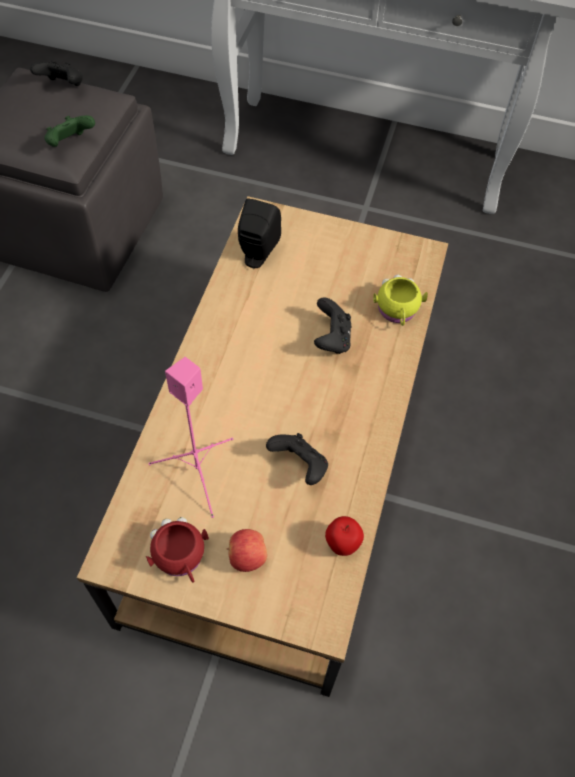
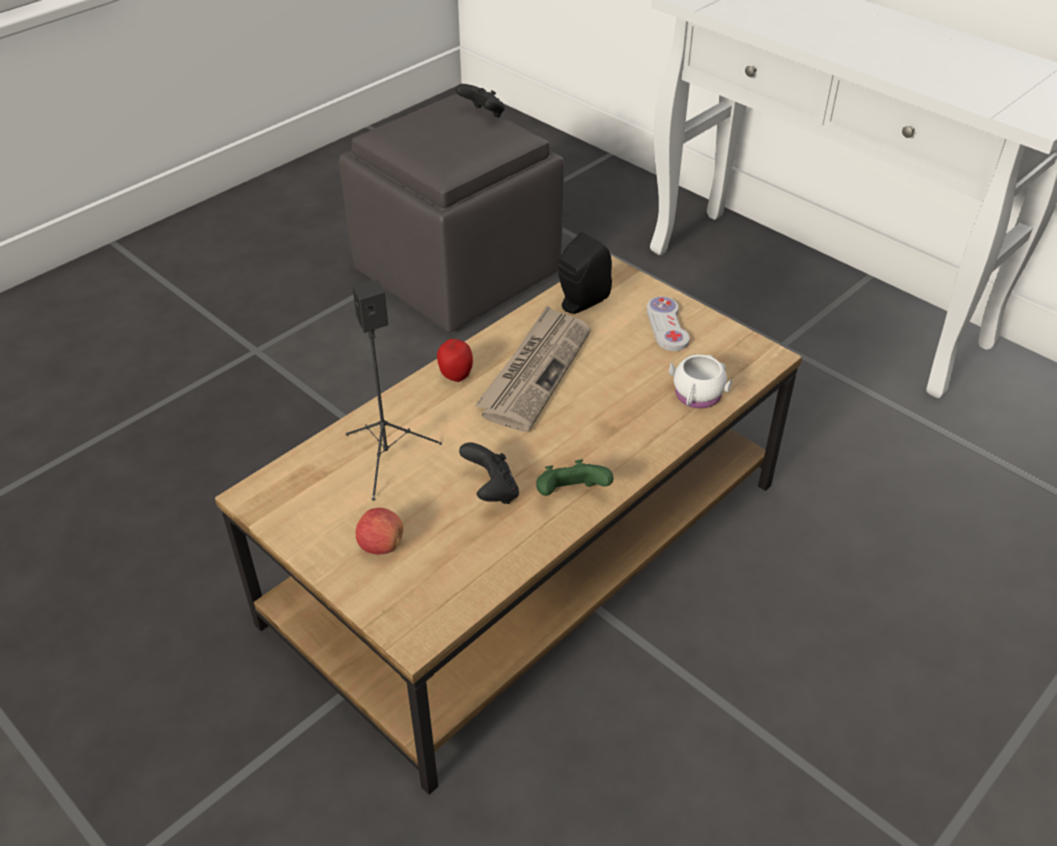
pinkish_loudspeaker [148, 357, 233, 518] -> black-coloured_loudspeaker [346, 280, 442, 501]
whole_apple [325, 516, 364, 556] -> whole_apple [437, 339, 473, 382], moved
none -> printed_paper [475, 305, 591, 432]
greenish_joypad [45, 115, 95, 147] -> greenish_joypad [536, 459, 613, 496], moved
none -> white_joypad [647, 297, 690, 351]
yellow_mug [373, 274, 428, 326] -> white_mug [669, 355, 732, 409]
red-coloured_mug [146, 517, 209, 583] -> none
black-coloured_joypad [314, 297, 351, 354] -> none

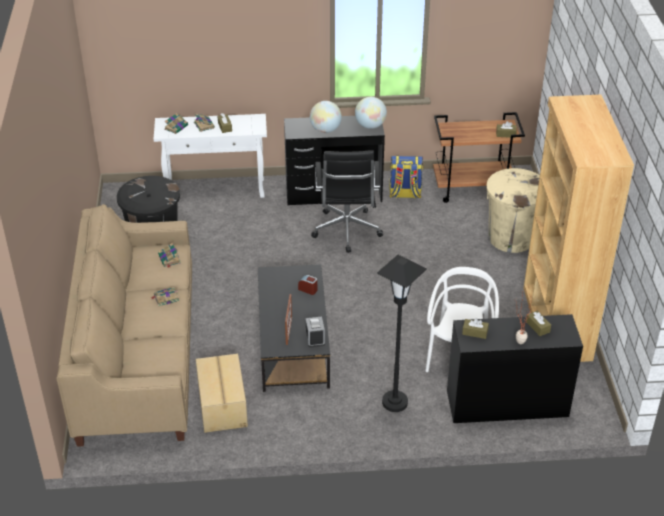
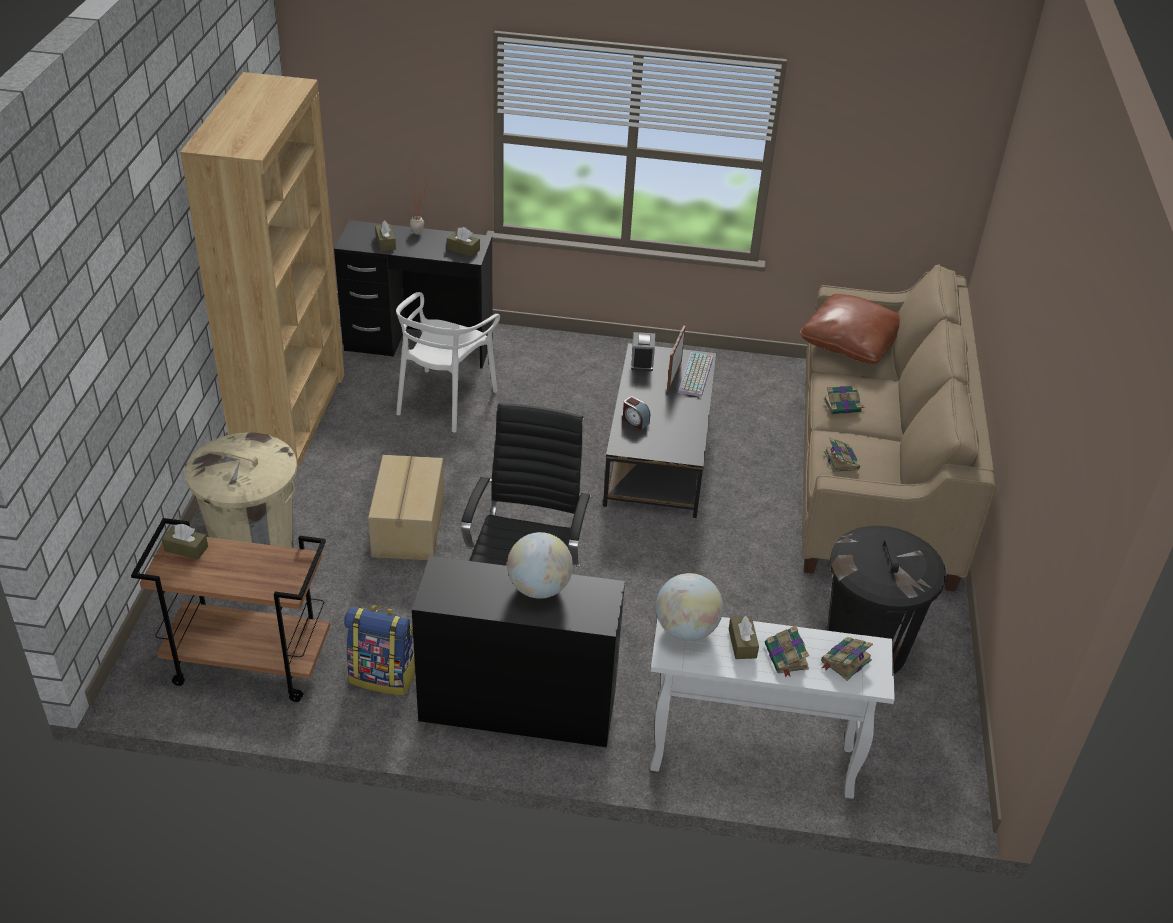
cardboard_box [196, 354, 248, 433] -> cardboard_box [368, 455, 444, 560], moved
globe [355, 97, 387, 129] -> globe [656, 573, 723, 641], moved
none -> computer_keyboard [678, 352, 713, 397]
none -> brown_pillow [800, 294, 900, 364]
black-coloured_standard_lamp [377, 255, 427, 412] -> none

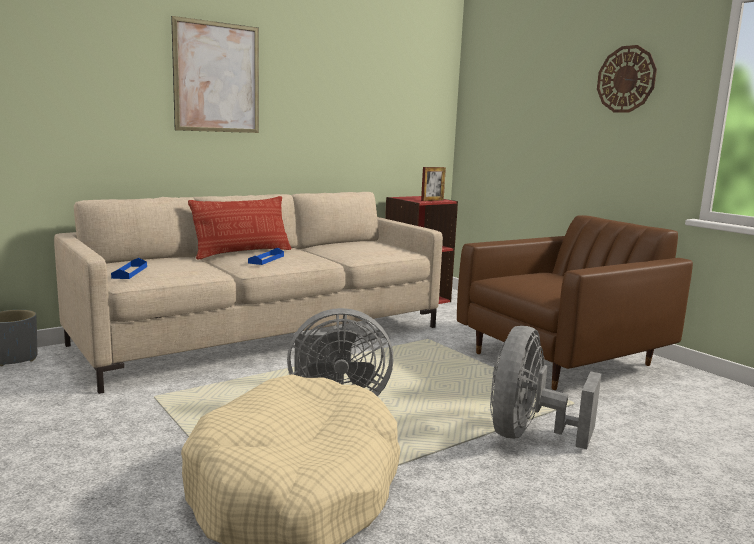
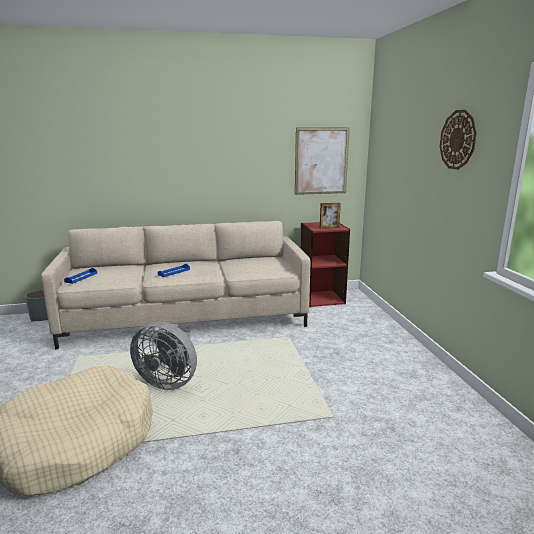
picture [171, 16, 259, 133] -> picture [295, 128, 350, 195], moved
pillow [188, 196, 291, 260] -> none
brown_easy_chair [457, 215, 693, 390] -> none
grey_cooling_fan [490, 326, 601, 449] -> none

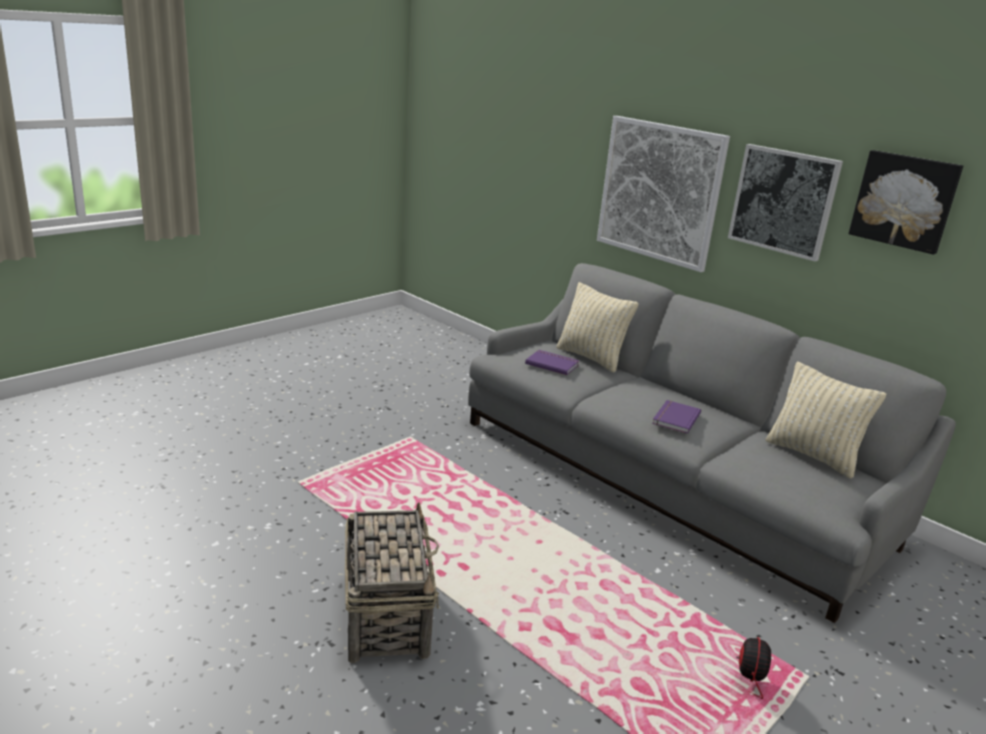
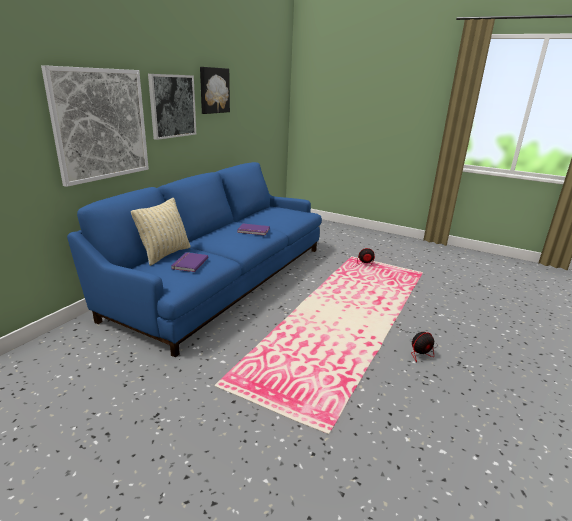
grey_sofa [468, 263, 956, 623] -> bluish_sofa [67, 162, 322, 358]
basket [345, 502, 439, 663] -> cooling_fan [399, 328, 438, 362]
sand-coloured_pillow [765, 362, 886, 479] -> none

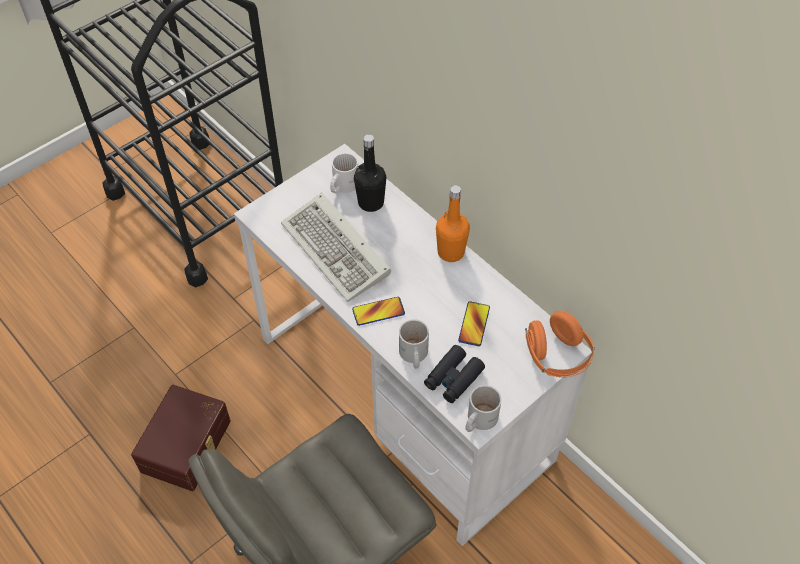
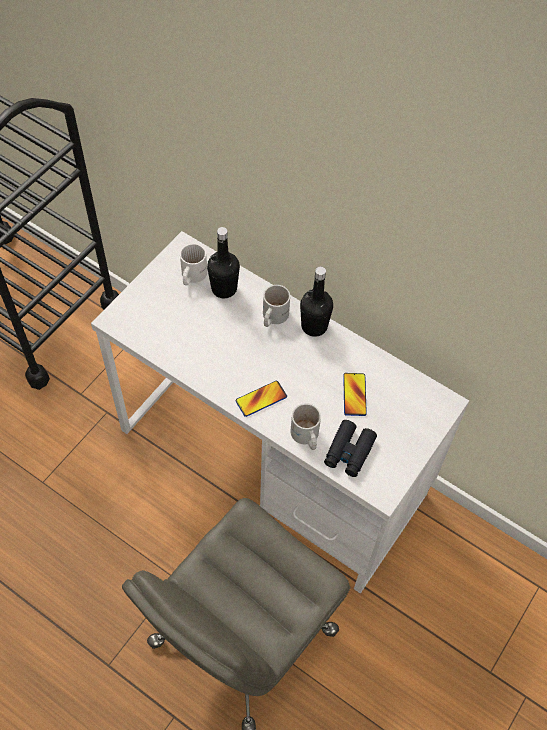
white_mug [466, 385, 502, 432] -> white_mug [263, 285, 290, 327], moved
orange-coloured_bottle [436, 185, 470, 262] -> black-coloured_bottle [300, 266, 333, 337]
brown_storage_container [131, 385, 231, 491] -> none
computer_keyboard [281, 193, 391, 302] -> none
orange-coloured_headphones [525, 311, 595, 378] -> none

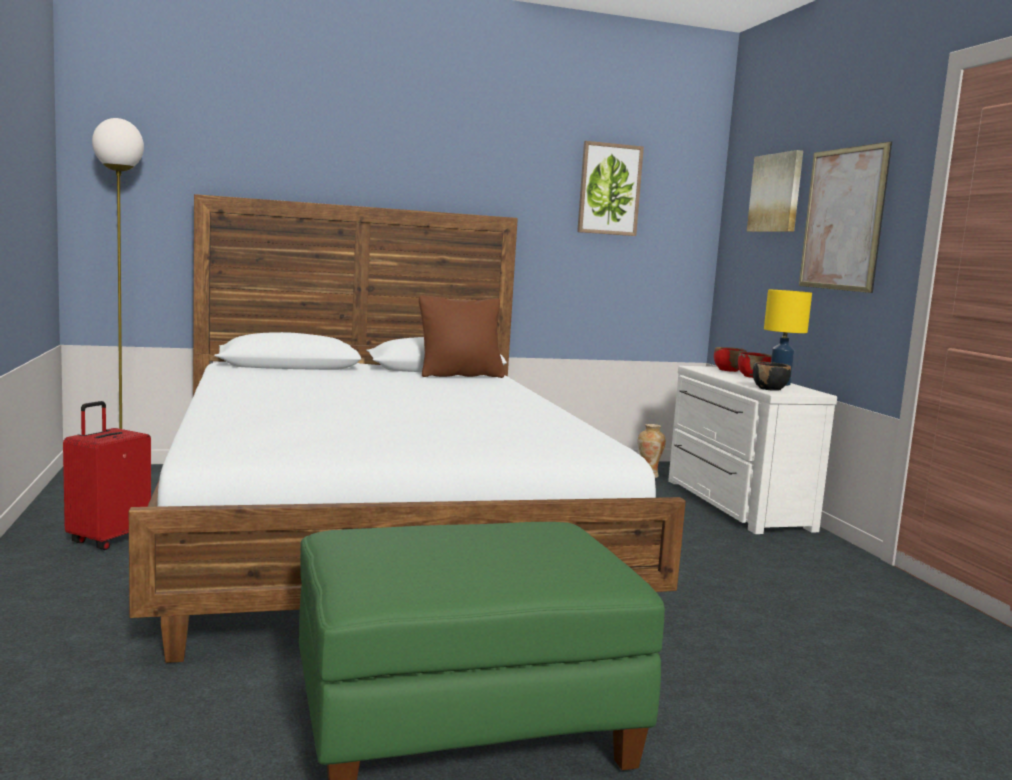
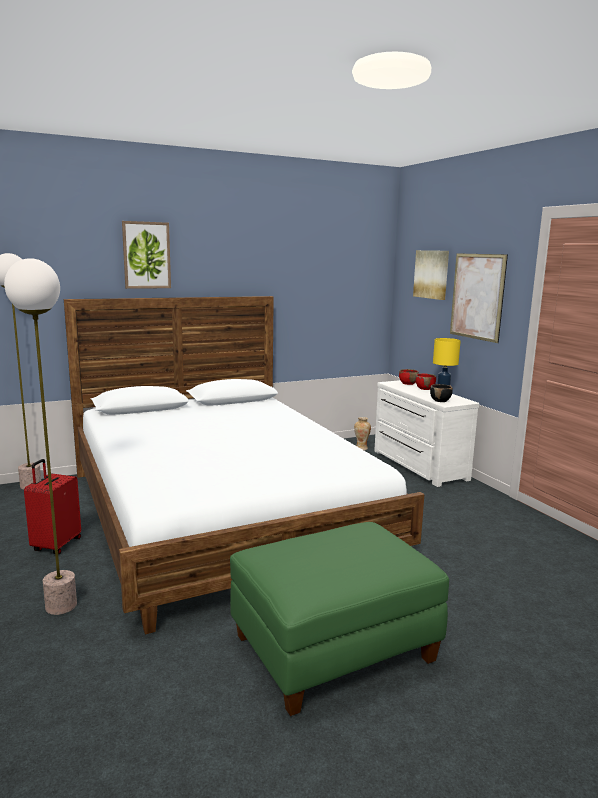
none -> standard_lamp [4, 258, 77, 615]
picture [577, 141, 644, 236] -> picture [122, 221, 171, 289], moved
brown_pillow [419, 295, 505, 378] -> none

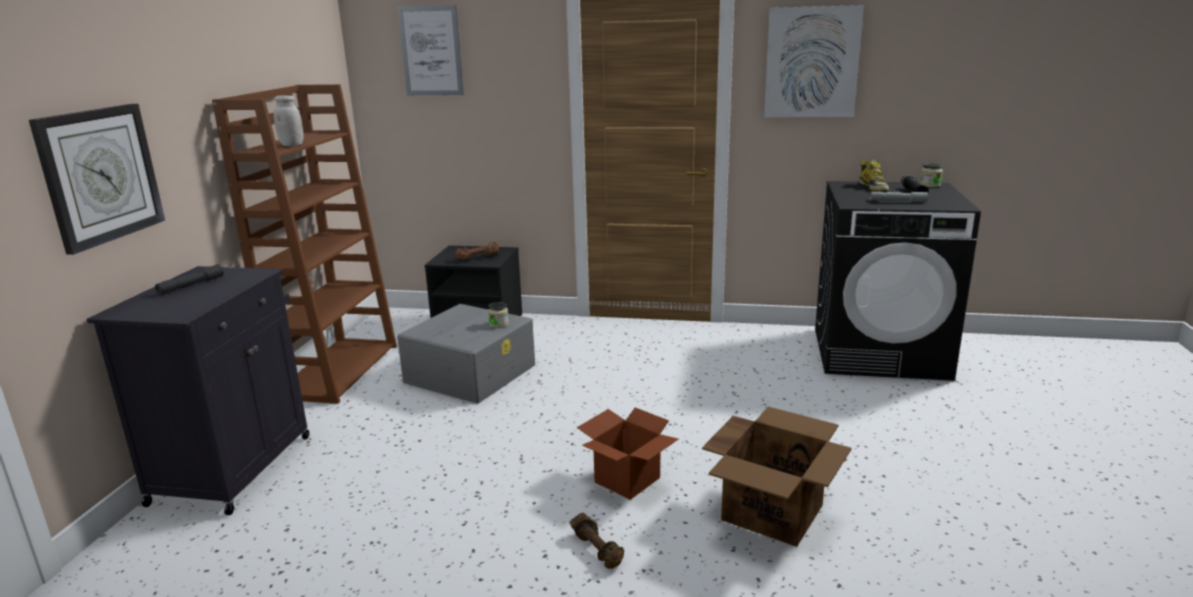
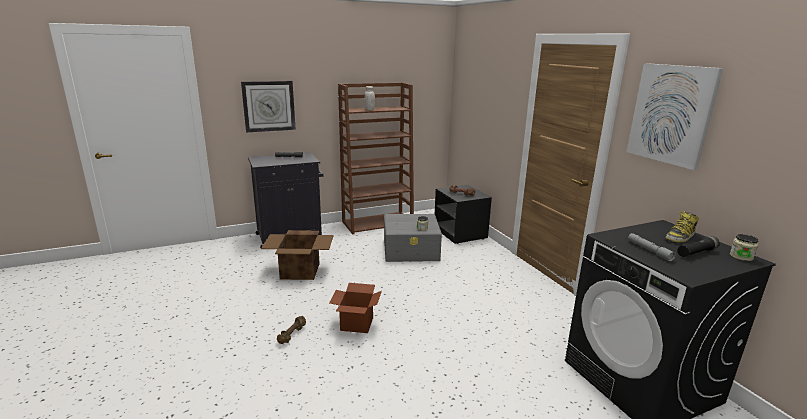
cardboard_box [702, 407, 852, 547] -> cardboard_box [261, 230, 334, 280], moved
picture [397, 5, 464, 95] -> none

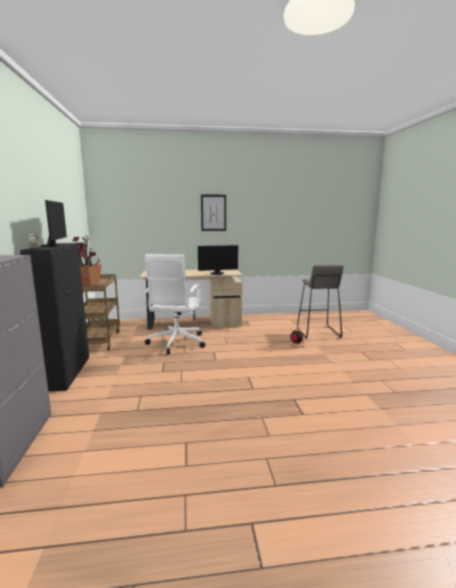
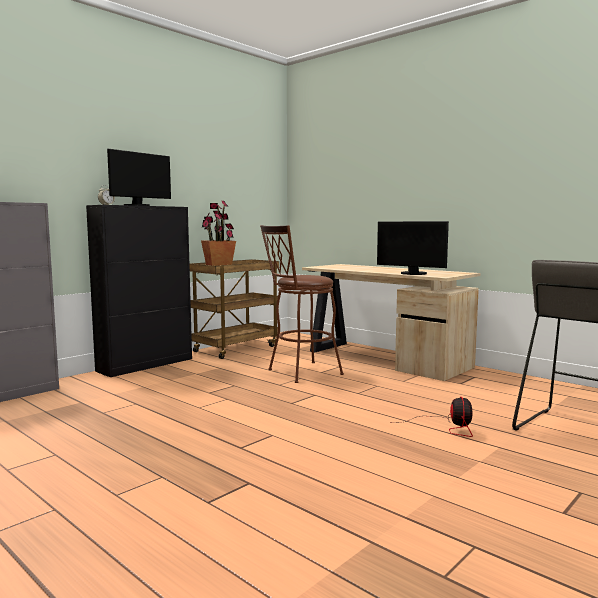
white_desk_chair [145, 254, 205, 354] -> brown_sitting_stool [260, 225, 344, 383]
picture [201, 194, 226, 231] -> none

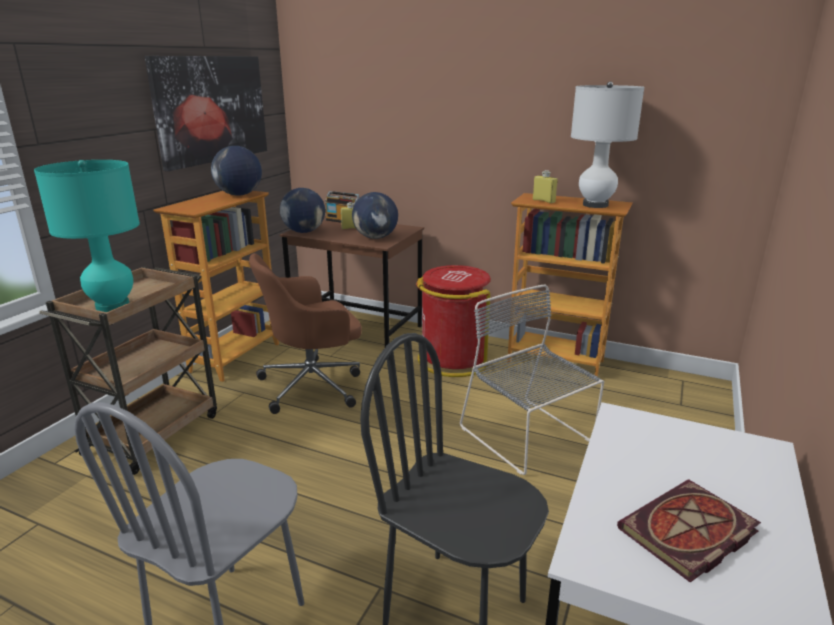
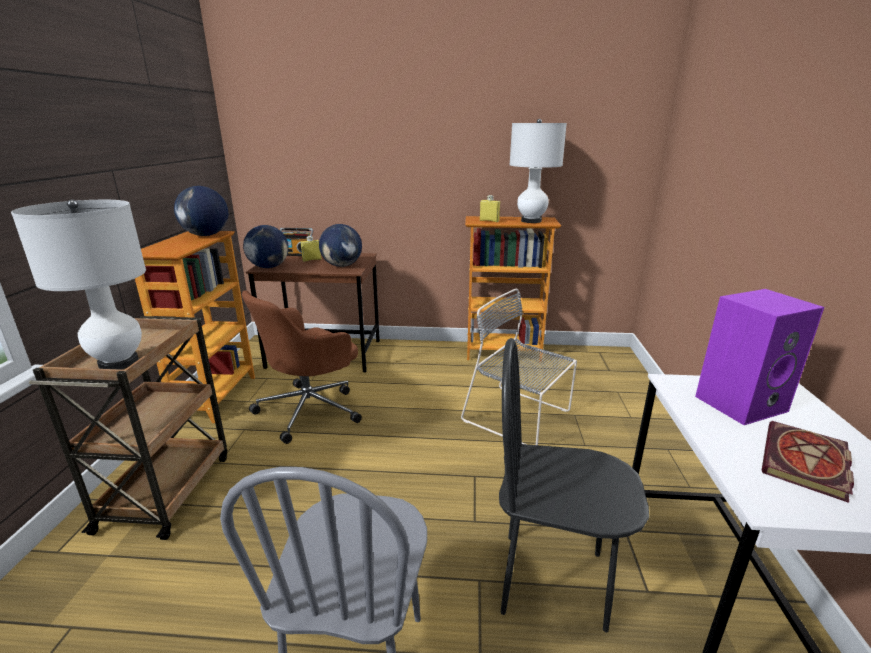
turquoise_table_lamp [34, 160, 140, 312] -> white_table_lamp [11, 200, 146, 370]
none -> purple_loudspeaker [695, 289, 824, 425]
picture [144, 56, 267, 171] -> none
red-coloured_waste_bin [416, 265, 491, 377] -> none

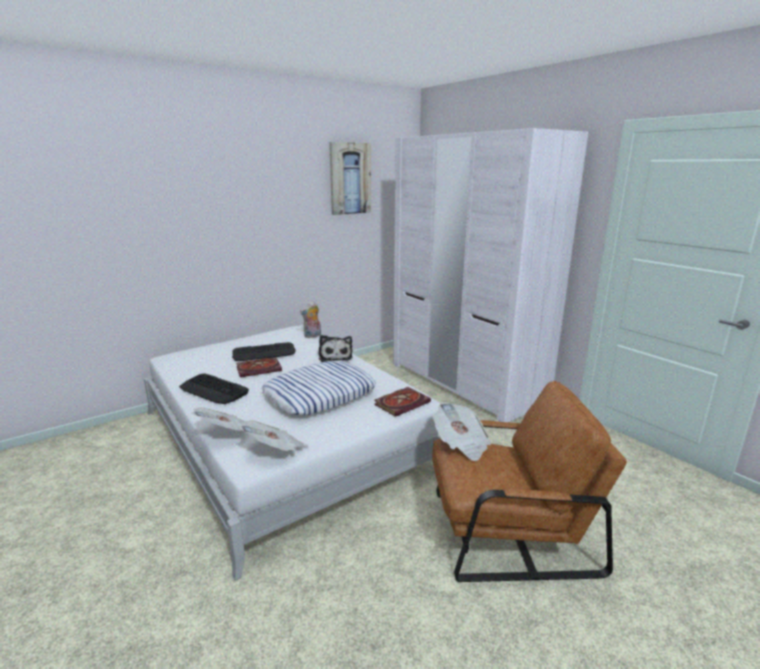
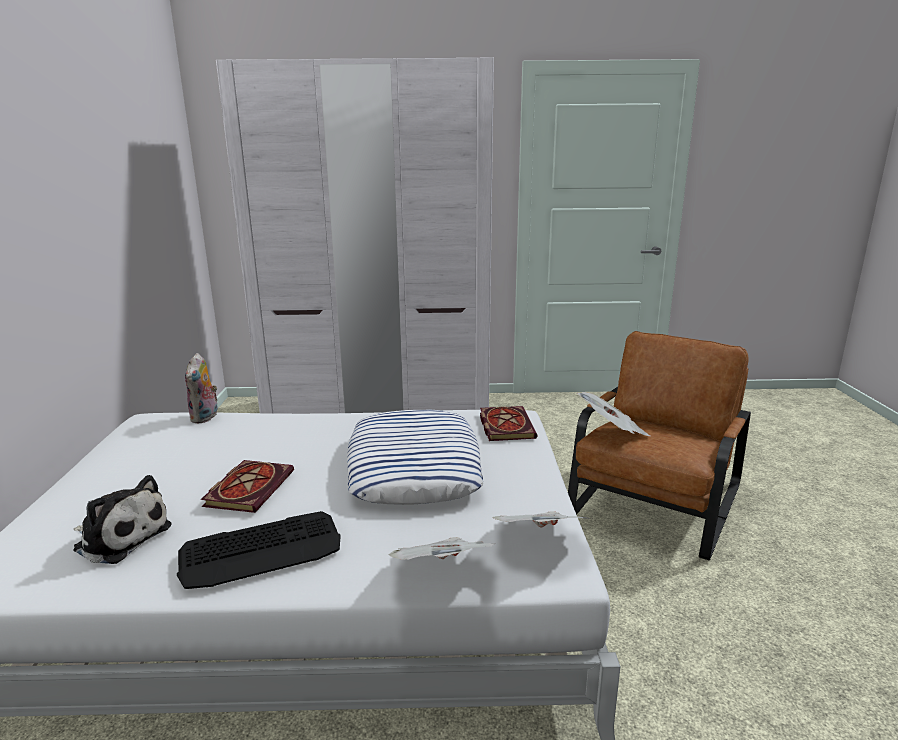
cuddly_toy [319, 335, 352, 362] -> cuddly_toy [73, 475, 171, 564], moved
computer_keyboard [232, 342, 296, 361] -> none
picture [329, 142, 371, 215] -> none

